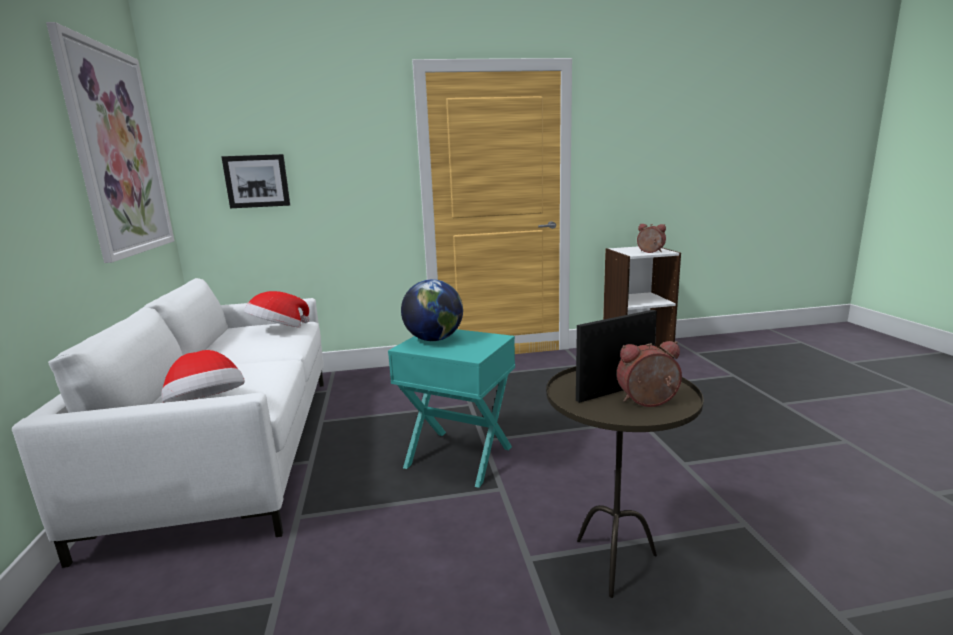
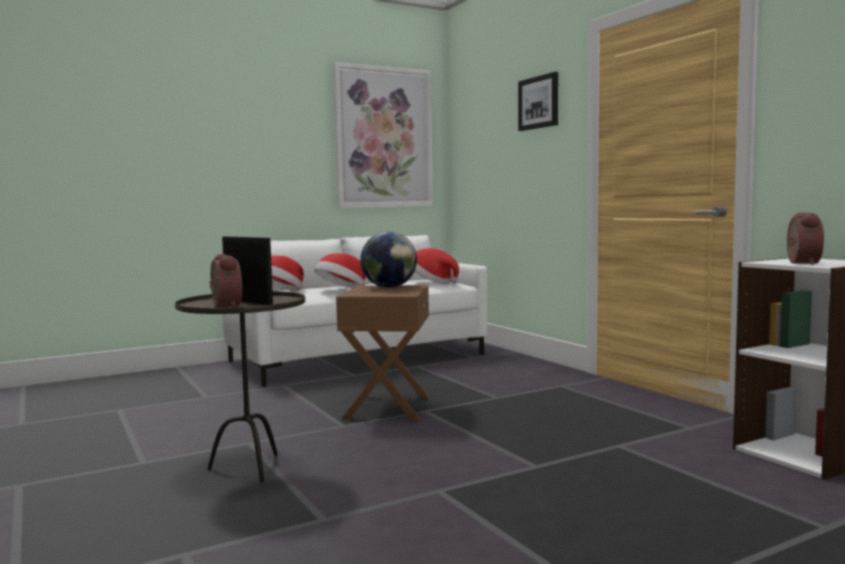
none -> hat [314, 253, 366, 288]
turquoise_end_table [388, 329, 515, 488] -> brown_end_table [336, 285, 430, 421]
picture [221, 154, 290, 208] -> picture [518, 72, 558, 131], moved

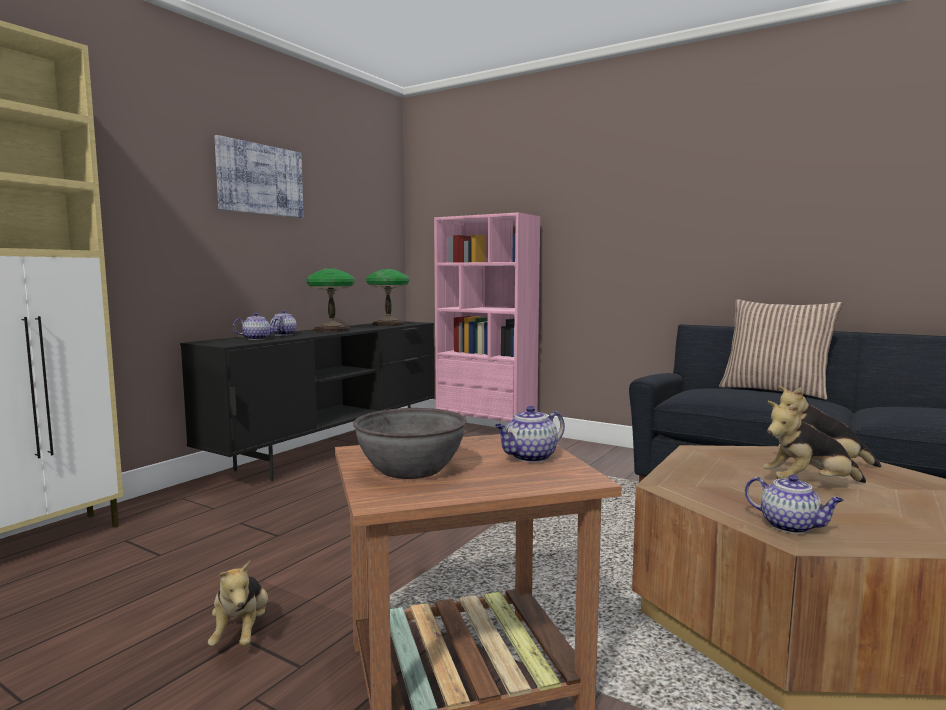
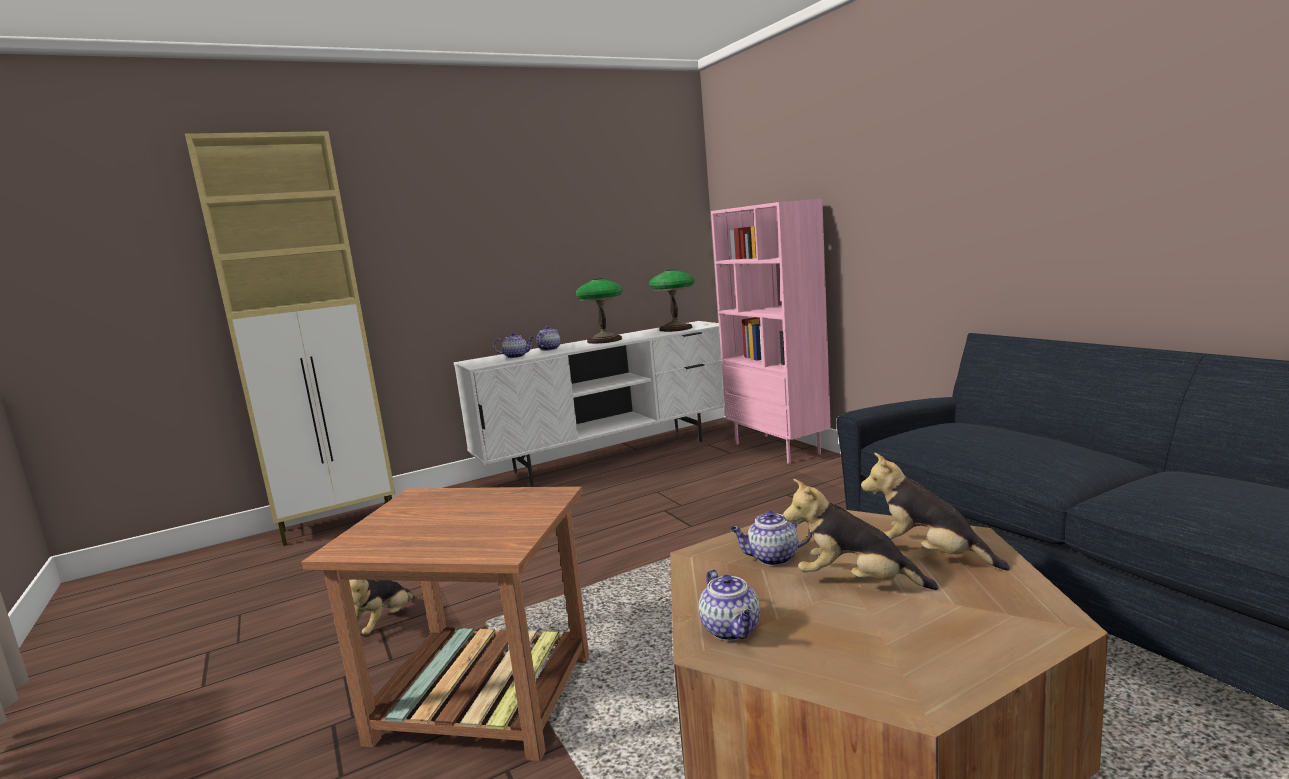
black-coloured_media_console [180, 321, 435, 481] -> white_media_console [454, 321, 725, 487]
tea_pot [495, 406, 565, 462] -> tea_pot [730, 511, 813, 566], moved
picture [214, 135, 304, 218] -> none
grey_bowl [353, 408, 467, 479] -> none
pillow [719, 299, 843, 400] -> none

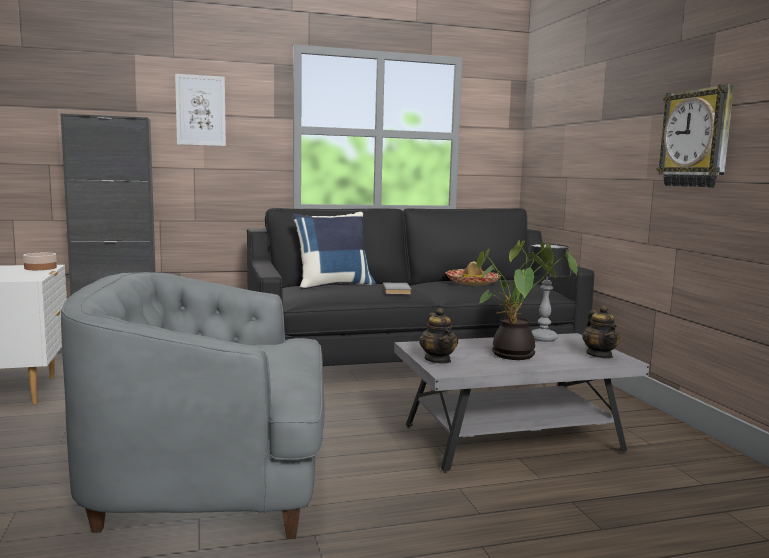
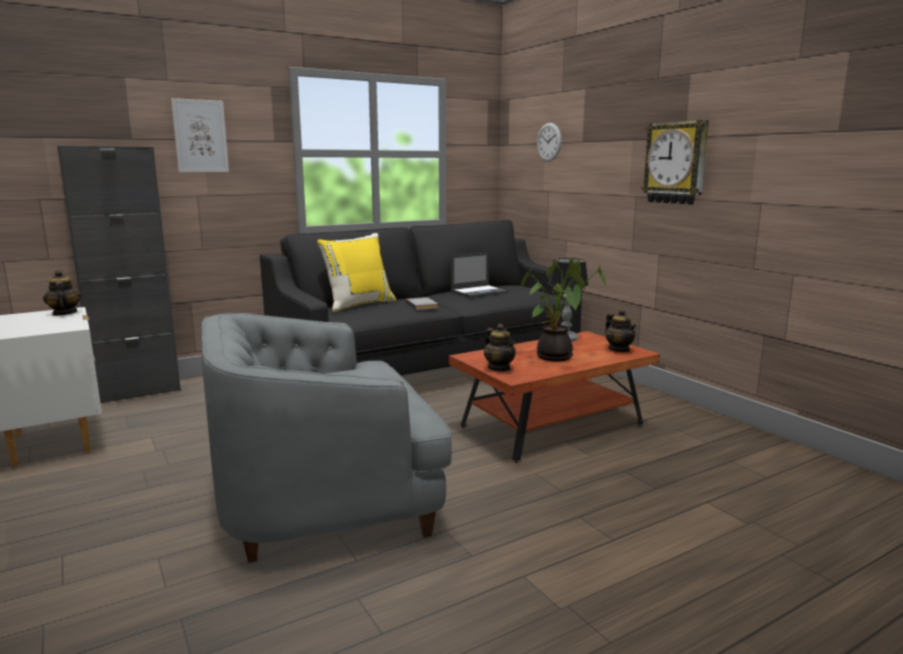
bowl [23, 253, 57, 270] -> tea_pot [43, 270, 82, 316]
bluish_pillow [292, 212, 376, 290] -> yellow_pillow [317, 233, 396, 312]
grey_coffee_table [394, 333, 649, 473] -> brown_coffee_table [449, 331, 660, 463]
hat [445, 261, 501, 286] -> portable_computer [451, 252, 509, 298]
none -> wall_clock [537, 123, 562, 162]

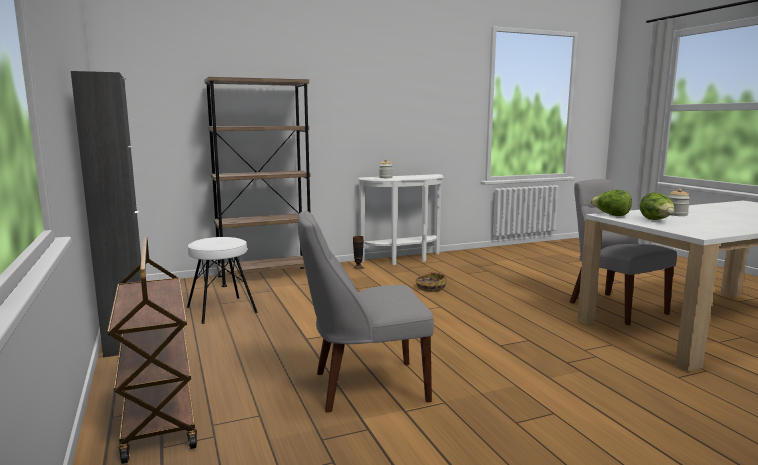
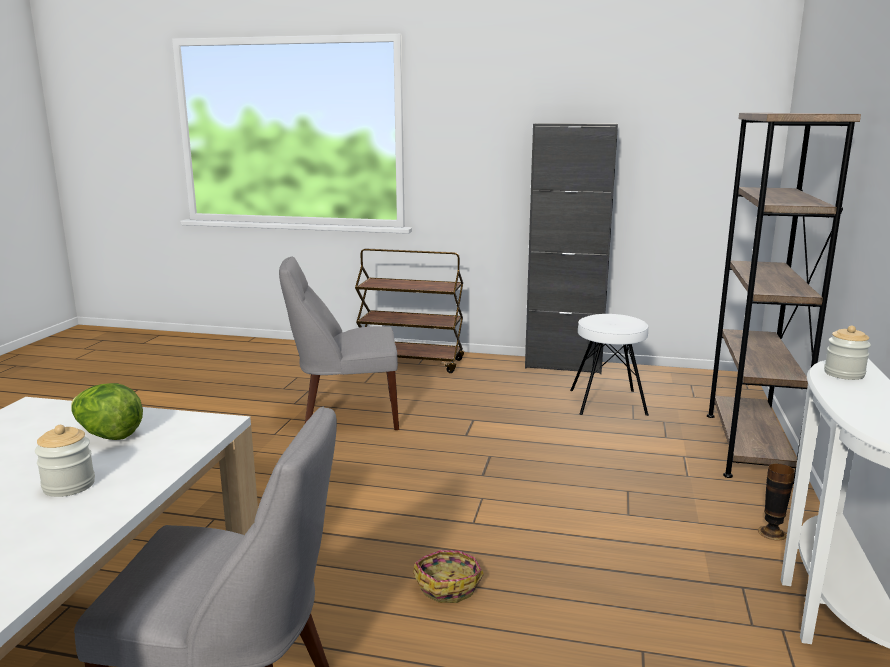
grey_chair [298, 211, 434, 412] -> grey_chair [279, 257, 399, 430], 120 degrees counterclockwise
basket [416, 272, 447, 292] -> basket [413, 550, 484, 603], moved
head_of_lettuce [591, 190, 632, 216] -> none

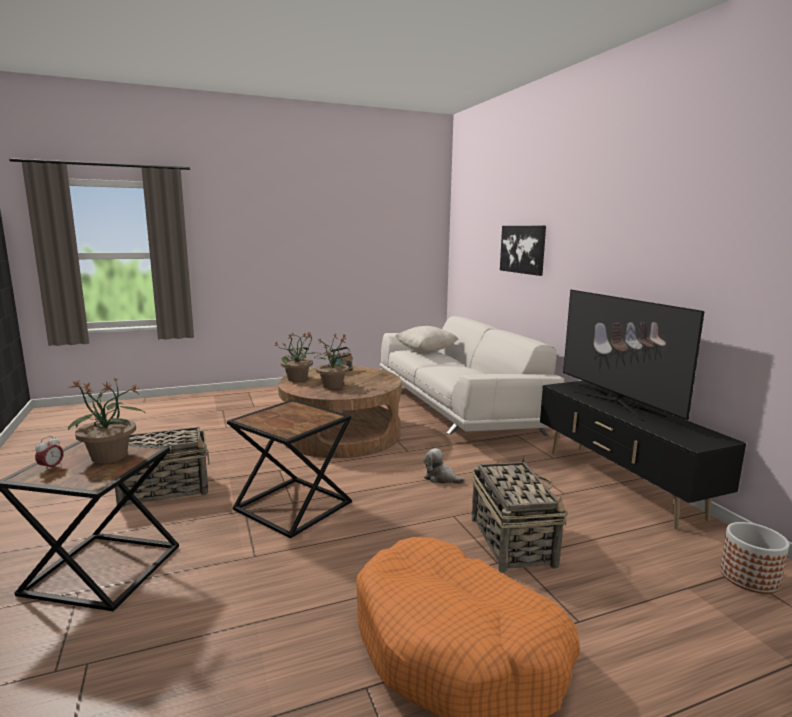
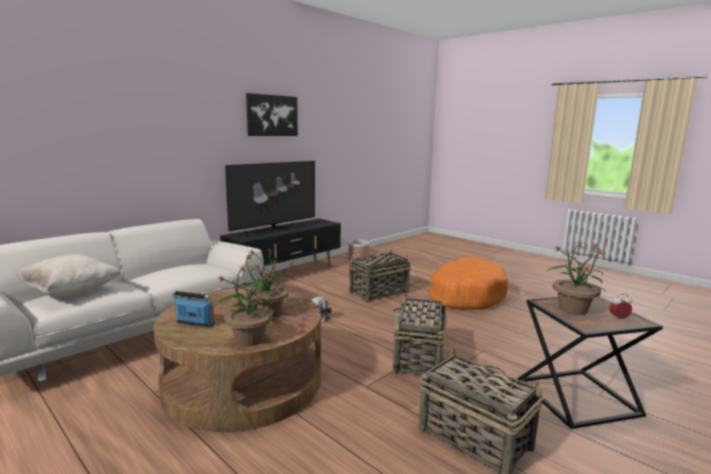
picture [500, 226, 546, 276] -> picture [246, 93, 298, 136], moved
black-coloured_end_table [227, 400, 352, 538] -> basket [393, 293, 446, 375]

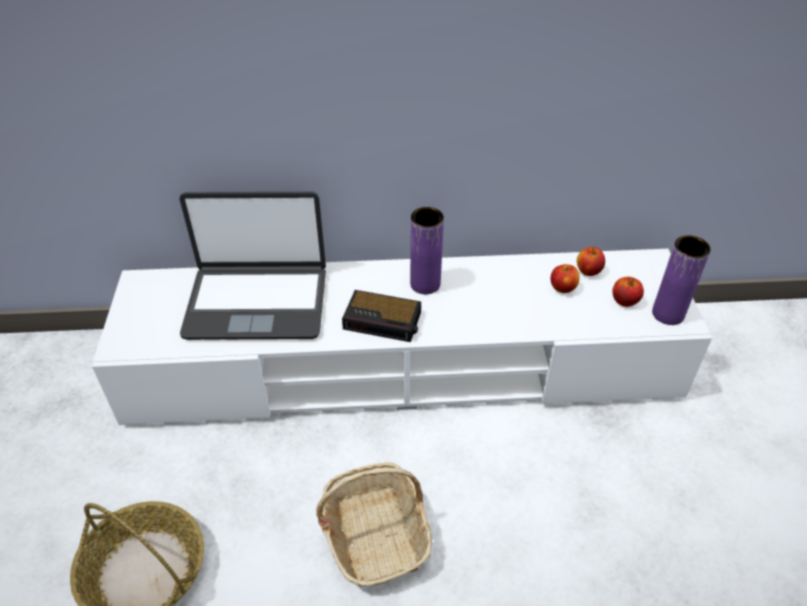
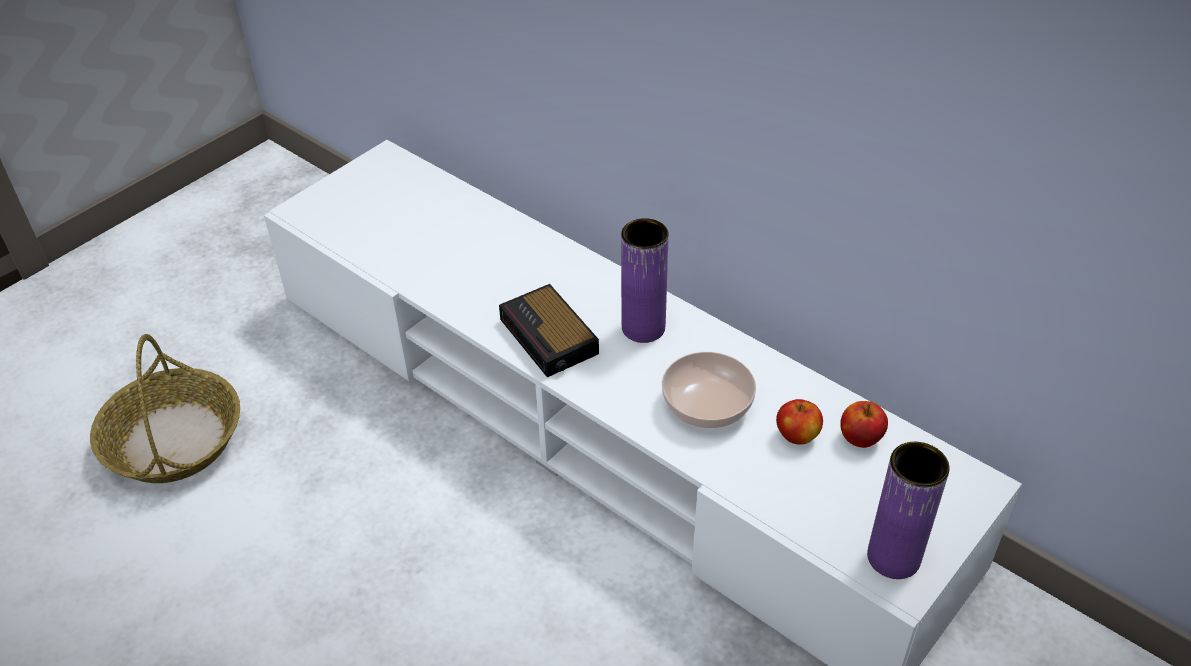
none -> bowl [662, 352, 756, 428]
portable_computer [180, 192, 326, 340] -> none
basket [316, 462, 432, 587] -> none
whole_apple [612, 277, 644, 307] -> none

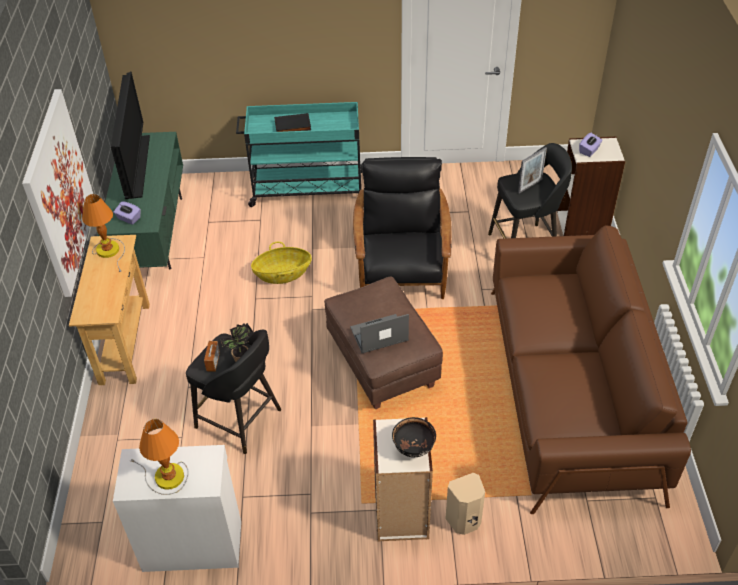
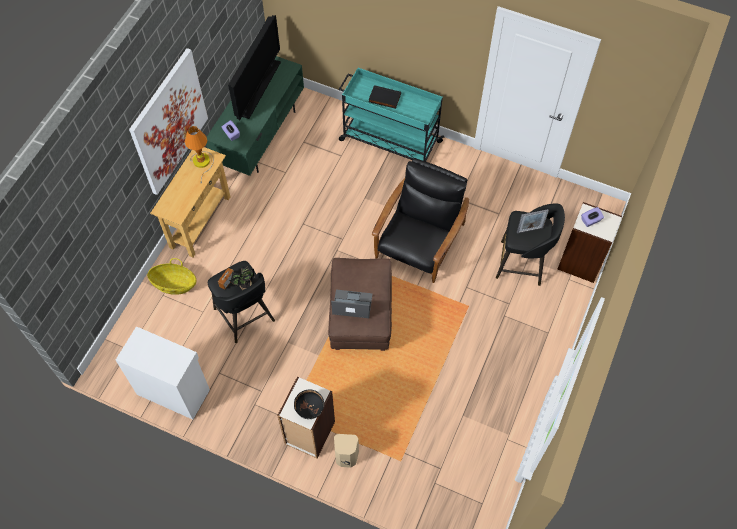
basket [251, 242, 312, 284] -> basket [147, 258, 196, 295], moved
table_lamp [130, 419, 189, 495] -> none
brown_sofa [491, 226, 691, 514] -> none

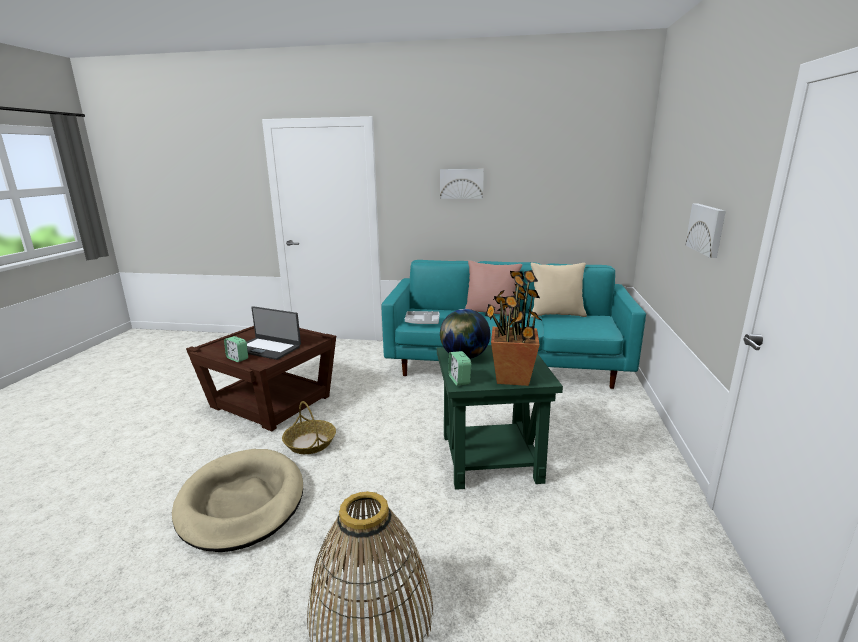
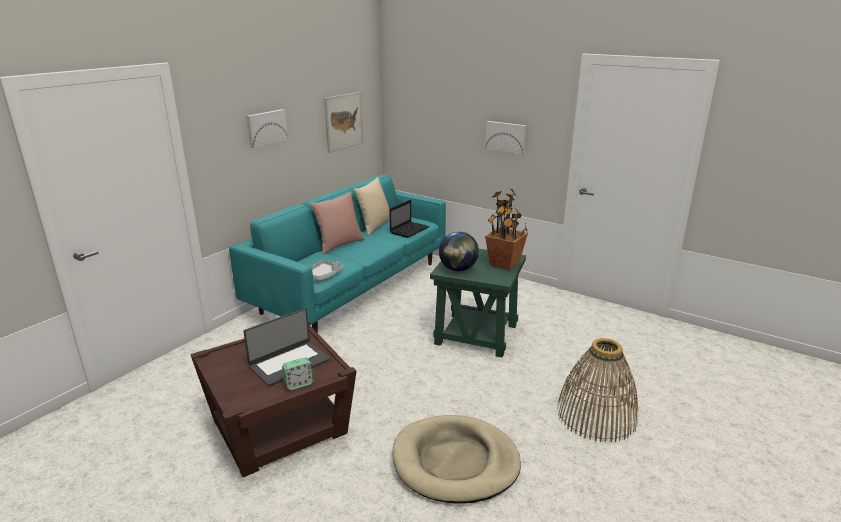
none -> picture [324, 92, 363, 153]
none -> portable_computer [389, 200, 430, 238]
basket [282, 401, 336, 454] -> none
table_clock [448, 351, 471, 386] -> none

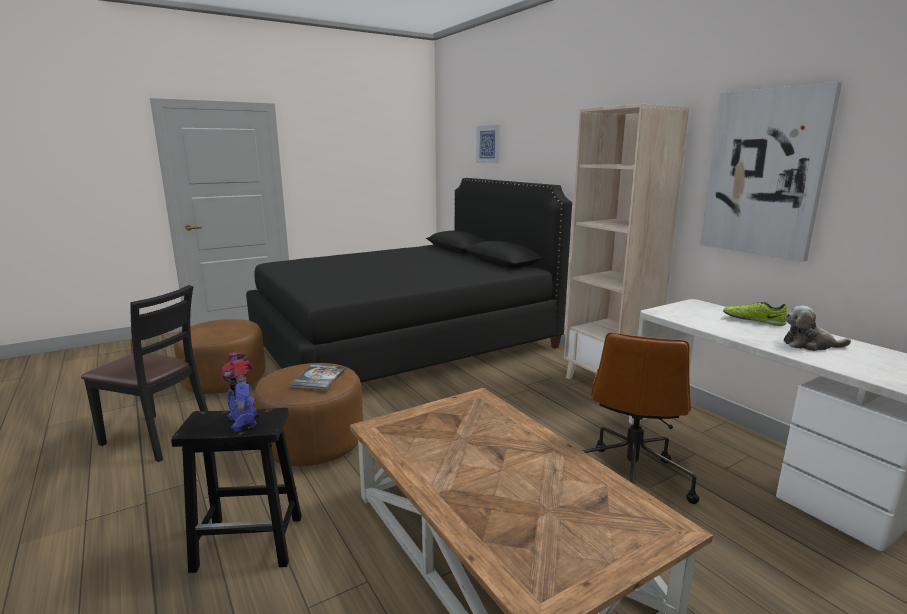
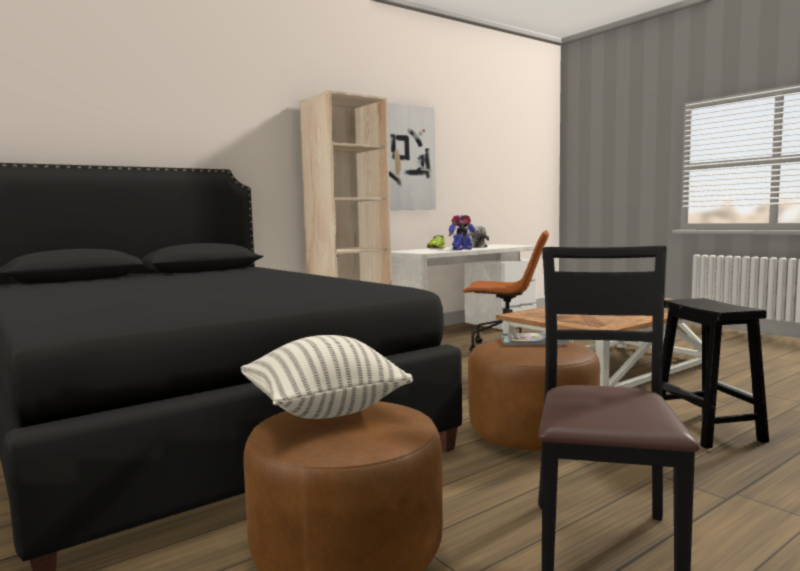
none -> pillow [240, 335, 413, 419]
toy_robot [221, 351, 260, 432] -> toy_robot [449, 215, 477, 250], moved
picture [476, 125, 500, 163] -> none

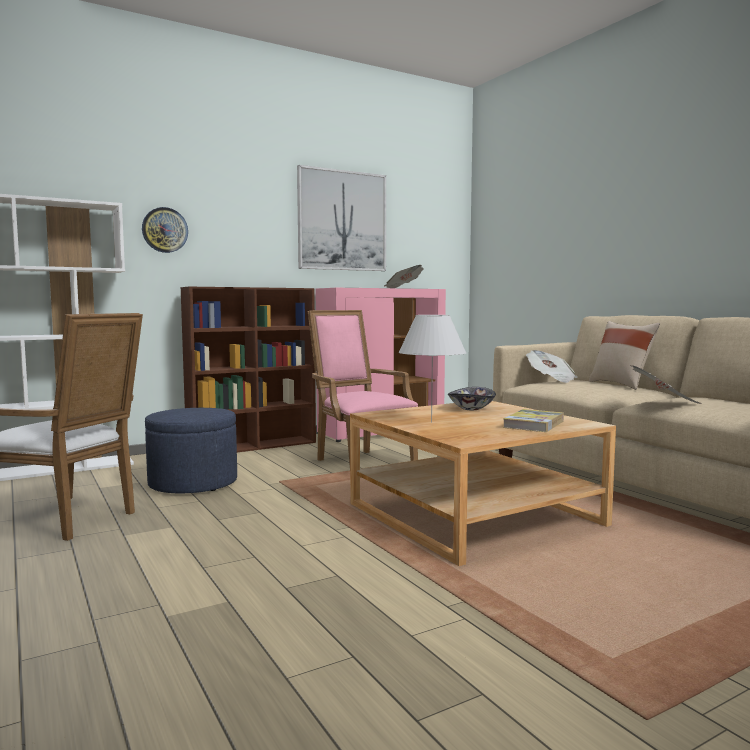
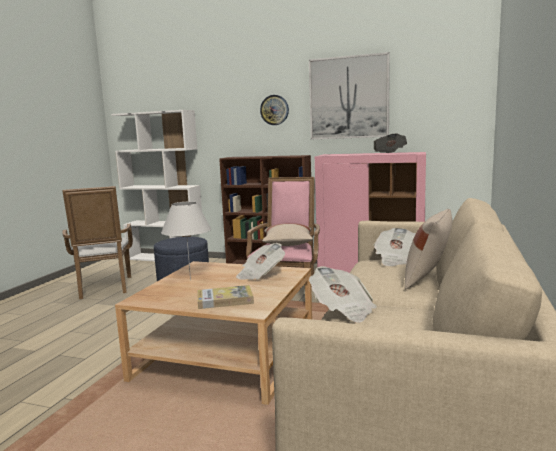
bowl [448, 387, 496, 410] -> printed_paper [236, 243, 285, 280]
wall_clock [142, 207, 188, 253] -> wall_clock [260, 95, 289, 125], moved
none -> sand-coloured_pillow [262, 223, 313, 246]

